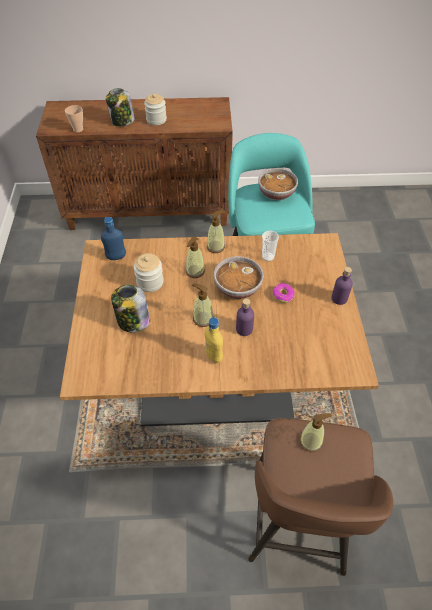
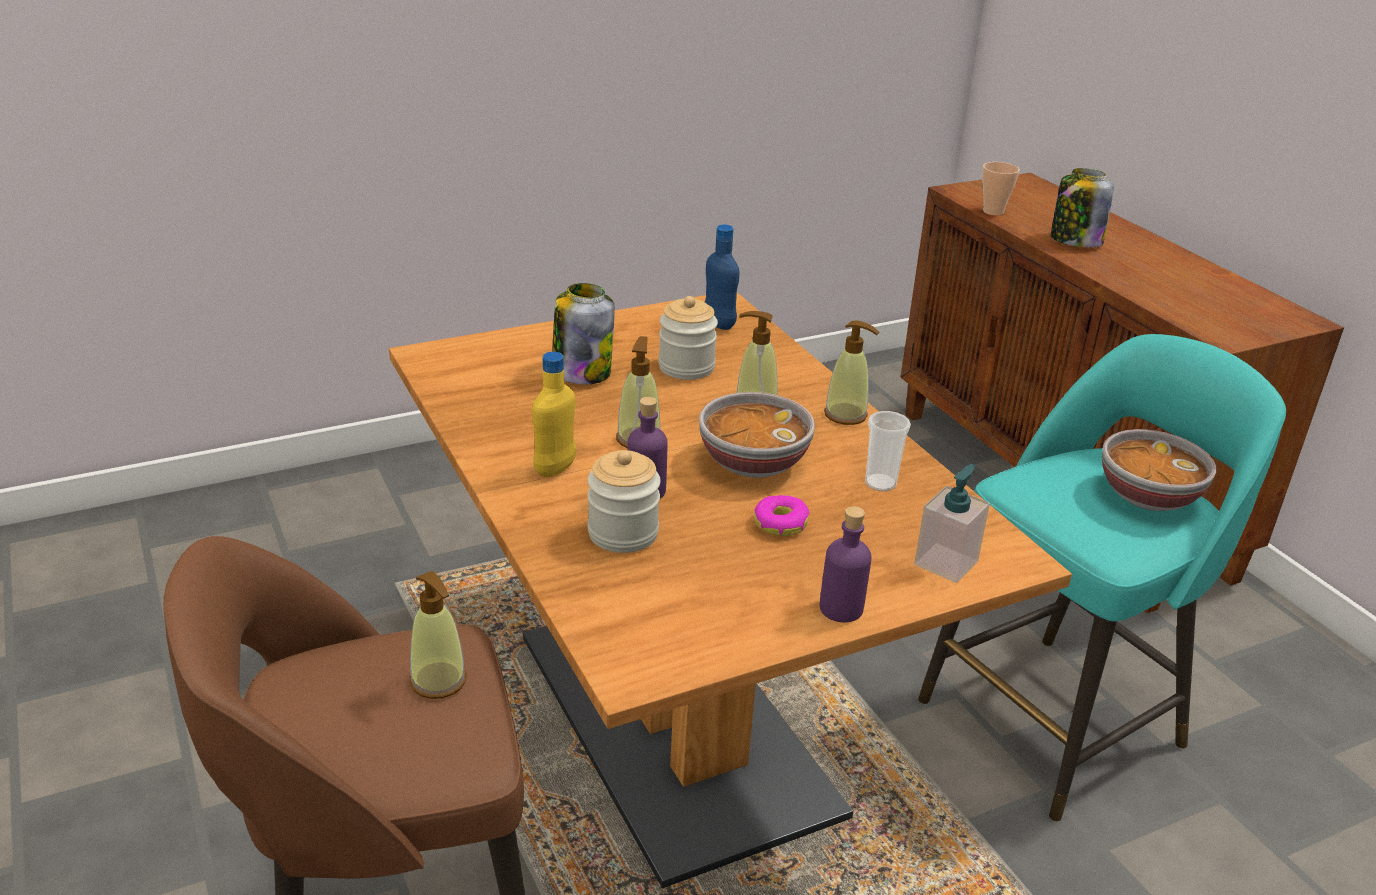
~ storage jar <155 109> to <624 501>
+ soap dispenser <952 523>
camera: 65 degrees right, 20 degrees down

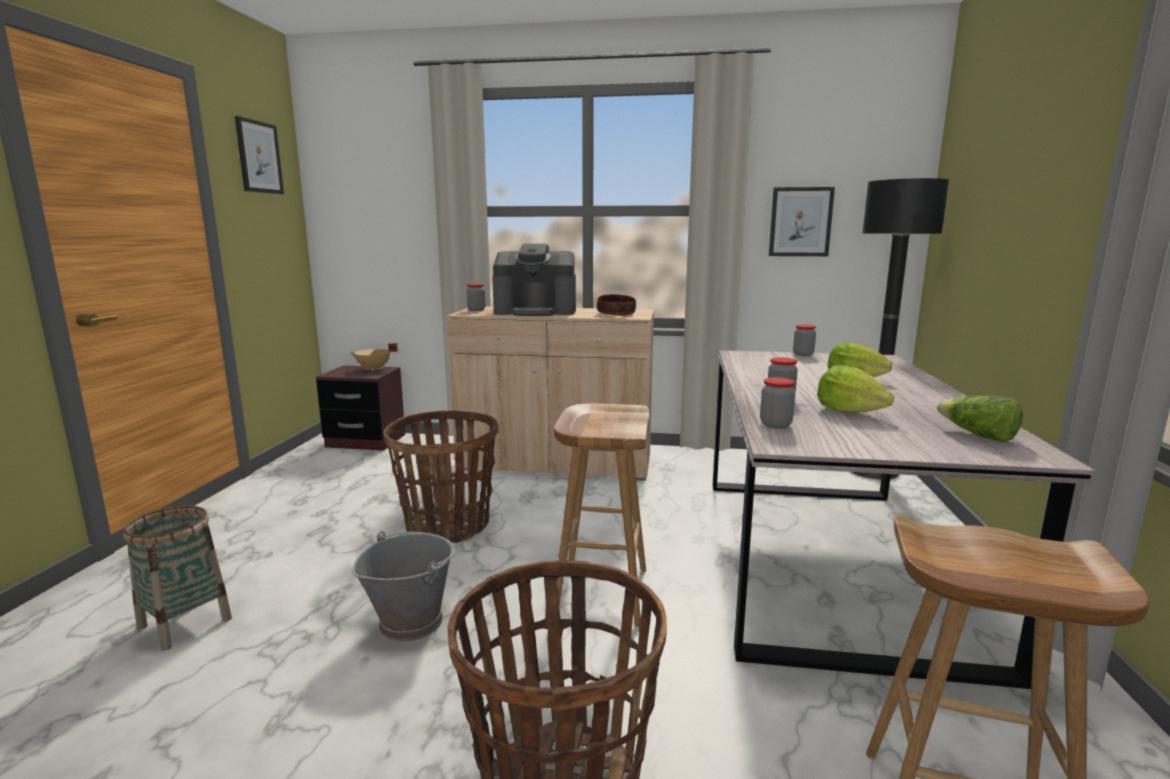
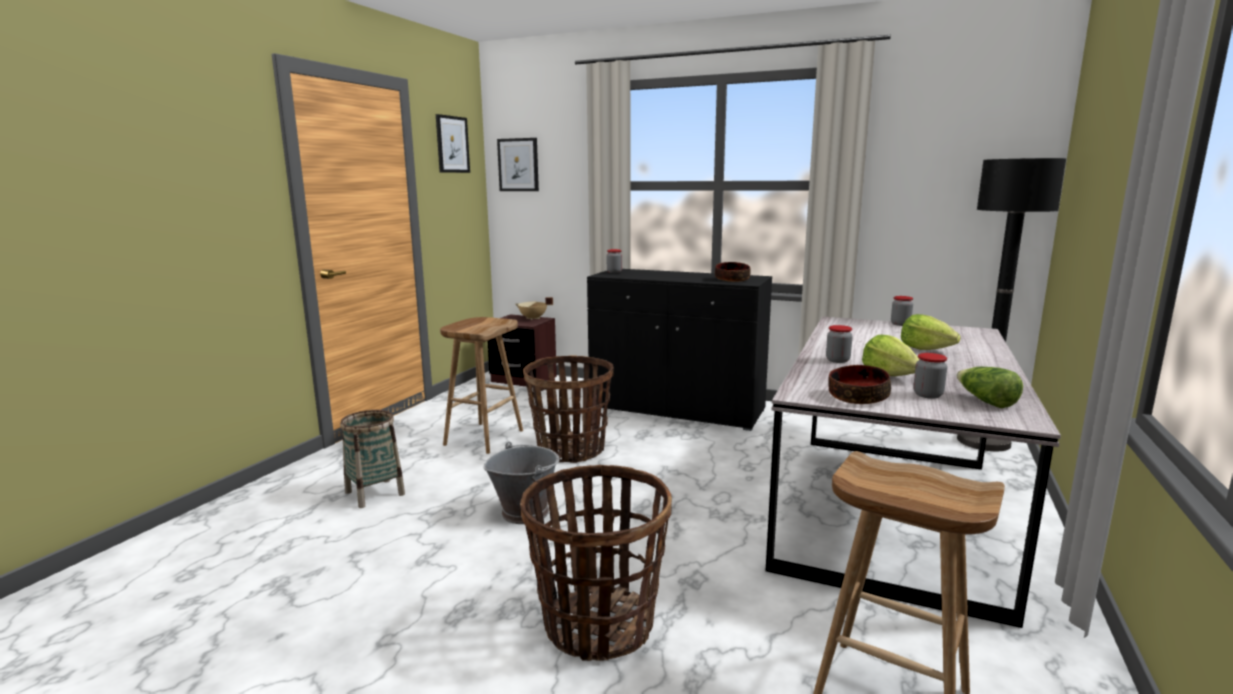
~ picture <802 221> to <518 164>
- coffee machine <534 279>
~ beige cabinet <550 393> to black cabinet <679 350>
~ storage jar <777 402> to <930 376>
~ brown-coloured sitting stool <602 515> to <481 385>
+ bowl <859 384>
camera: 15 degrees right, 0 degrees up

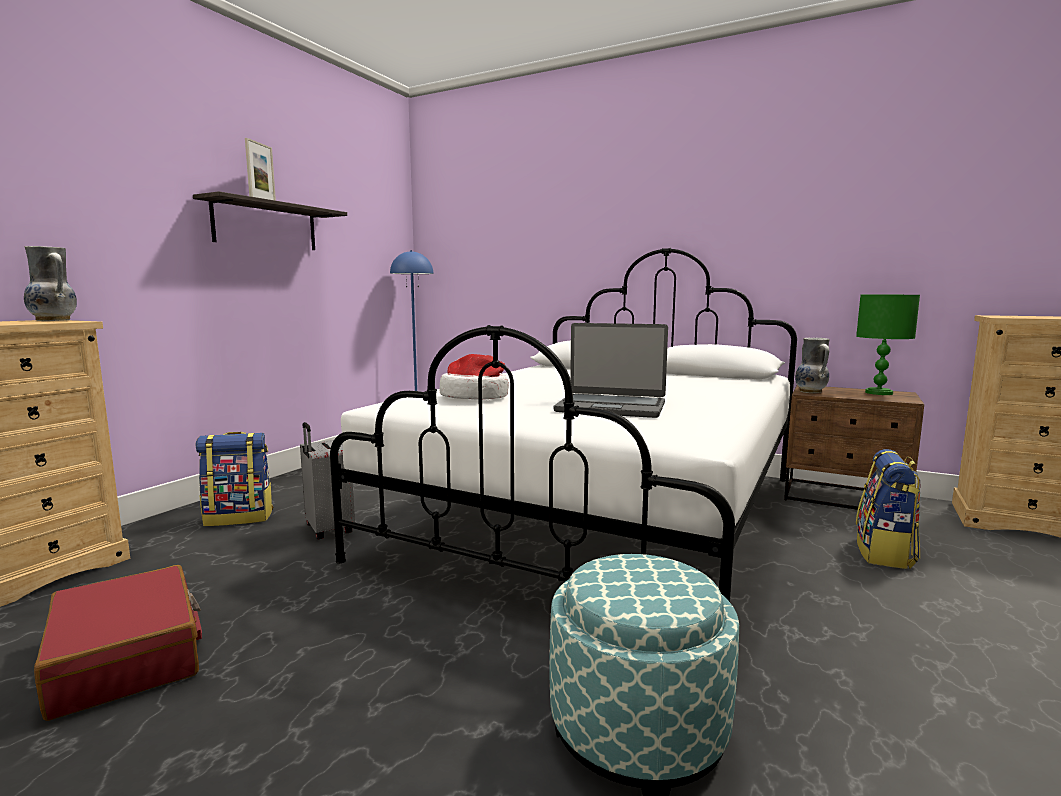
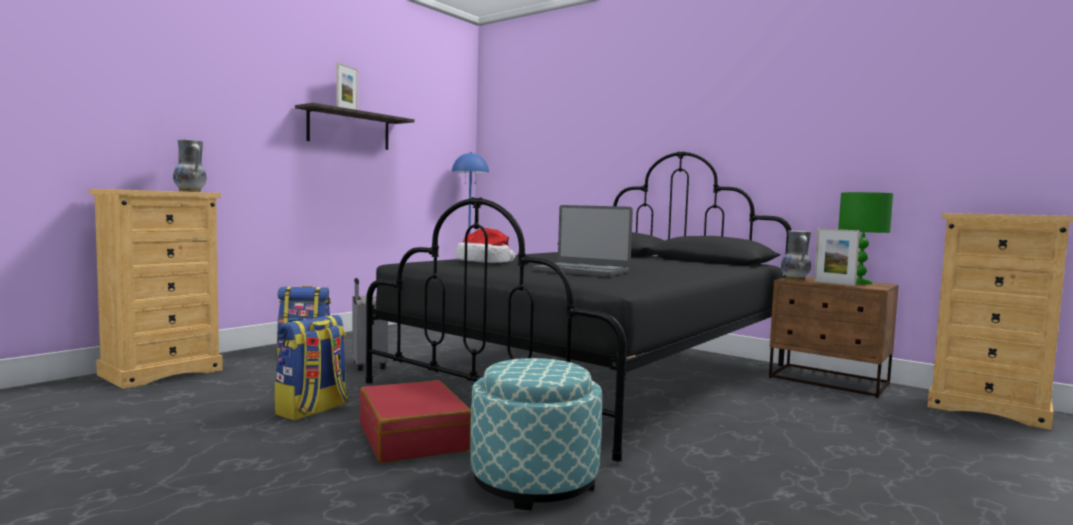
~ whitish bedroom bed <563 425> to black bedroom bed <578 306>
~ knapsack <888 509> to <311 367>
~ red-coloured suitcase <118 643> to <415 421>
+ photo frame <837 257>
camera: 10 degrees right, 5 degrees down

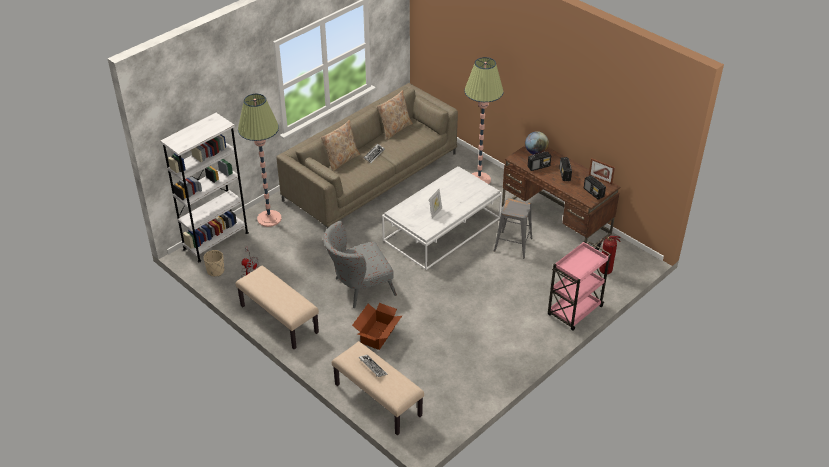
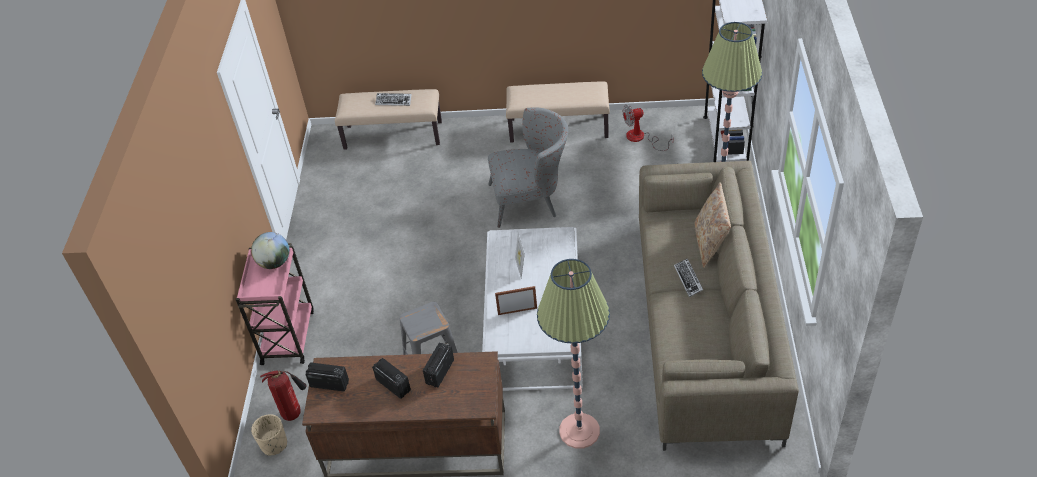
- beige cushion <395 115>
~ globe <537 143> to <270 250>
~ photo frame <602 171> to <516 300>
~ grey armchair <360 264> = <528 168> 60 degrees clockwise
~ beige flower pot <213 263> to <269 435>
- packing box <377 326>
camera: 140 degrees right, 5 degrees up

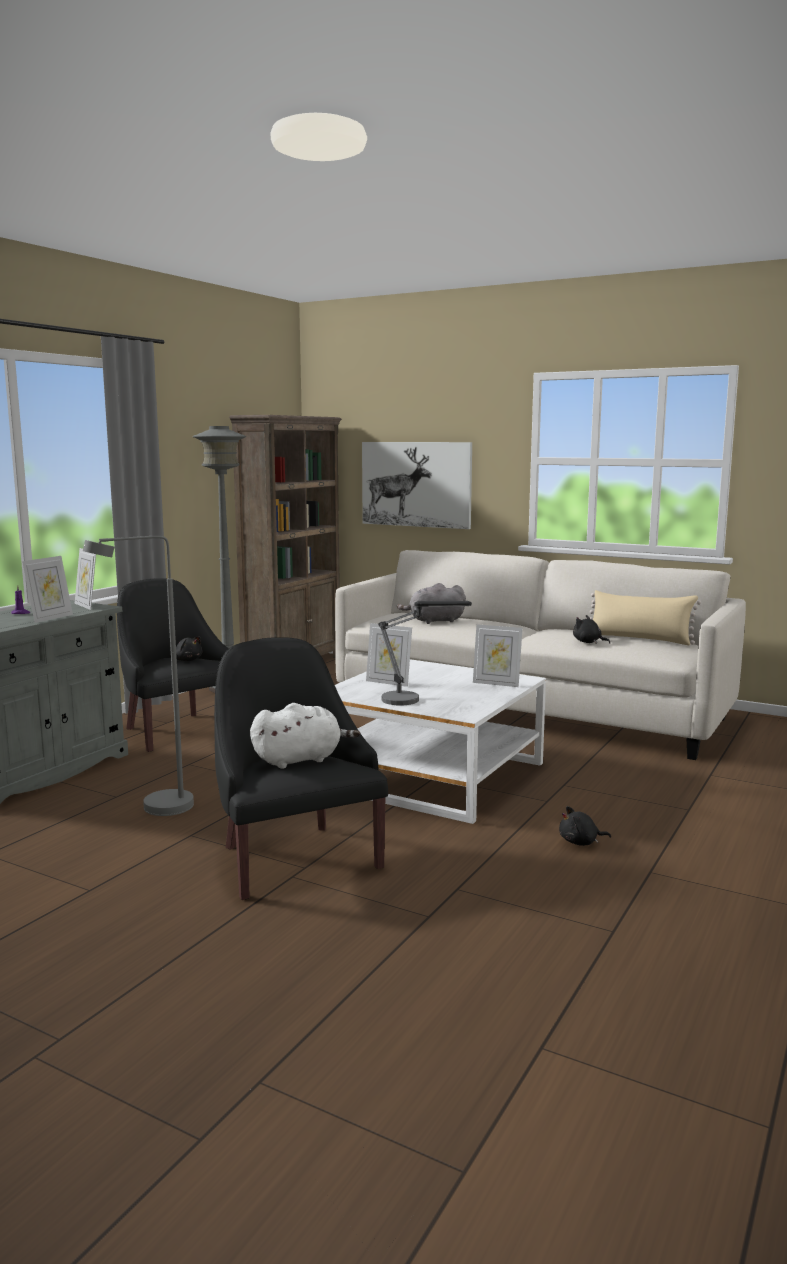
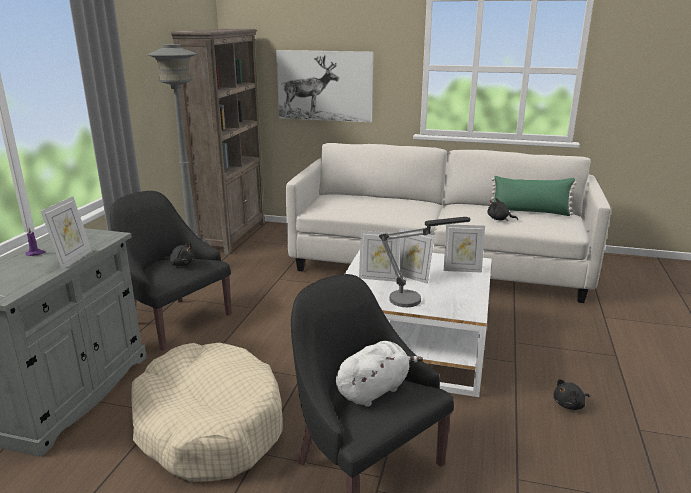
~ grey standard lamp <138 676> to beige pet bed <207 412>
~ photo frame <85 579> to <416 255>
- grey soft toy <431 603>
~ beige cushion <645 617> to greenish cushion <533 196>
camera: 15 degrees left, 10 degrees up

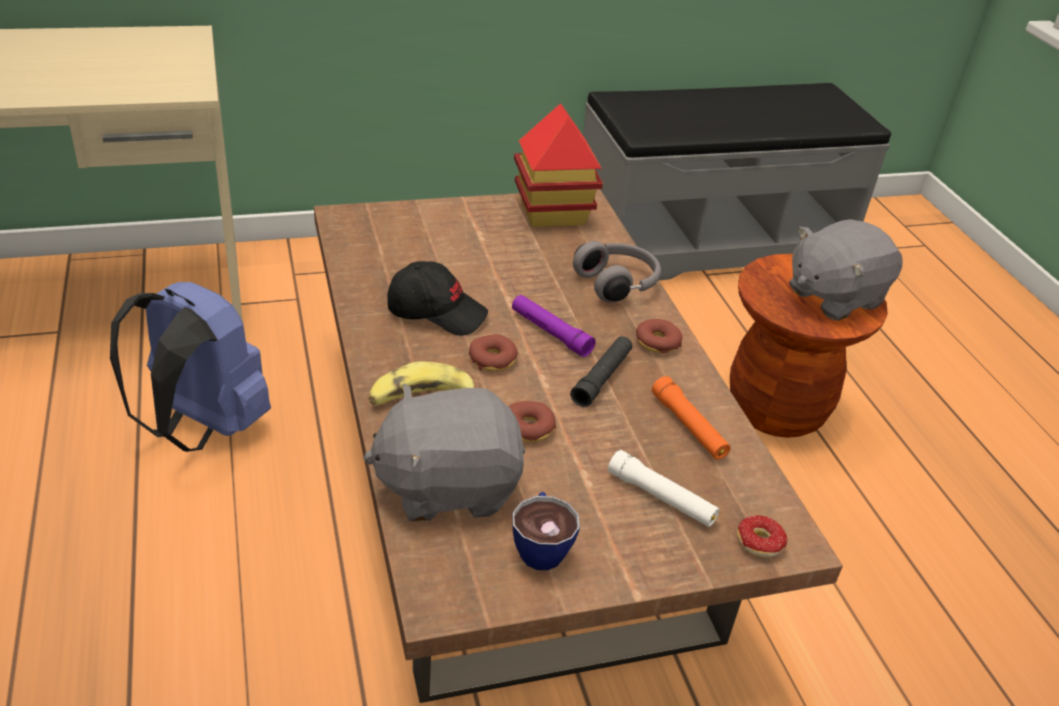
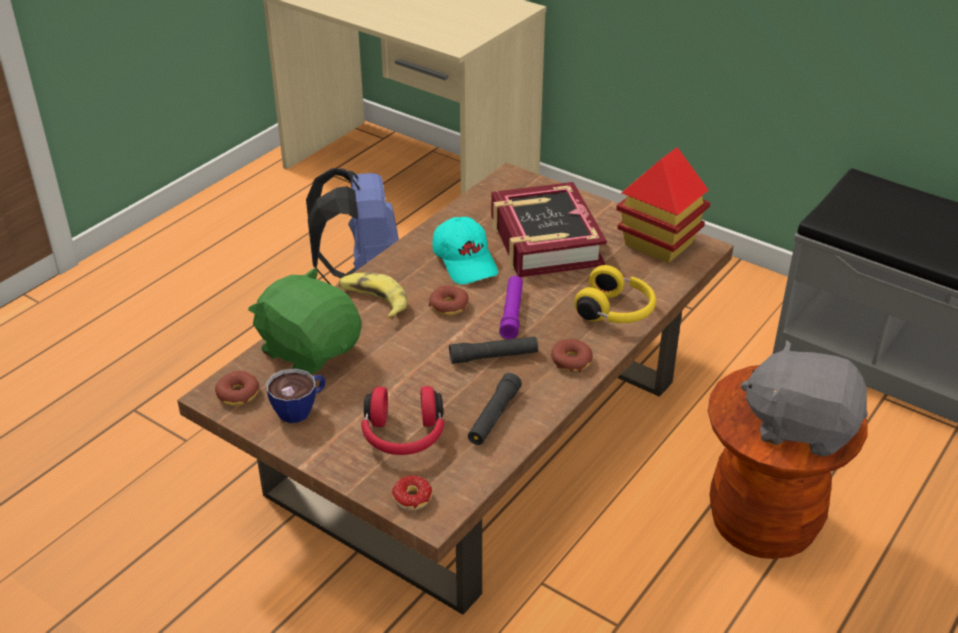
~ grey pair of headphones <617 272> to yellow pair of headphones <615 294>
~ black cap <438 298> to blue-green cap <465 250>
~ orange-coloured torch <691 418> to black torch <495 409>
~ grey soft toy <444 453> to greenish soft toy <304 320>
~ ring doughnut <532 422> to <237 388>
~ whitish torch <664 488> to red-coloured pair of headphones <402 420>
+ volume <549 229>
camera: 55 degrees right, 0 degrees up

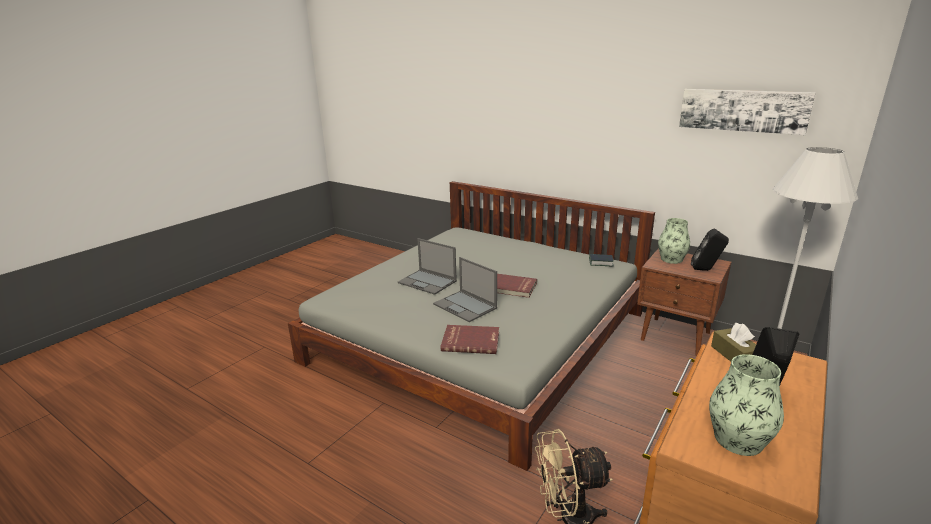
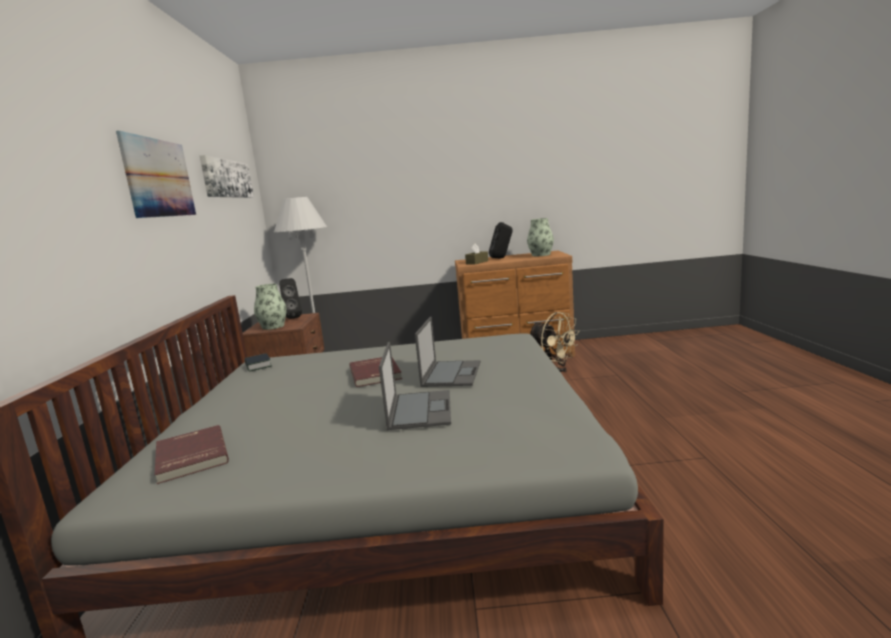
~ red-coloured volume <470 339> to <191 454>
+ picture <156 174>
camera: 125 degrees left, 10 degrees down

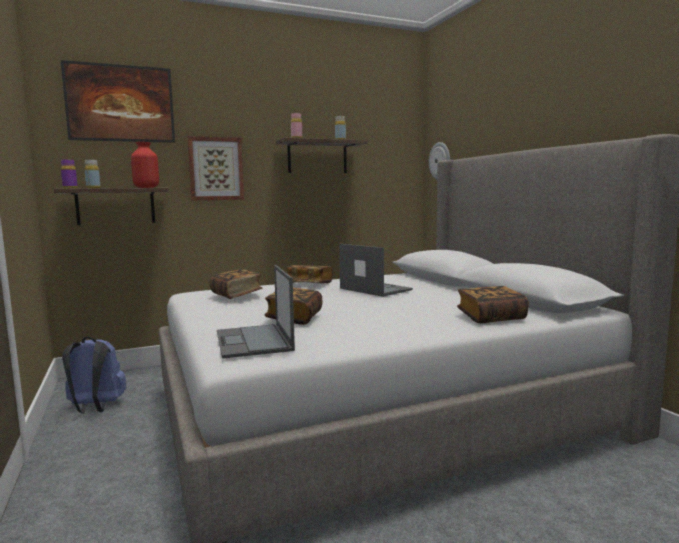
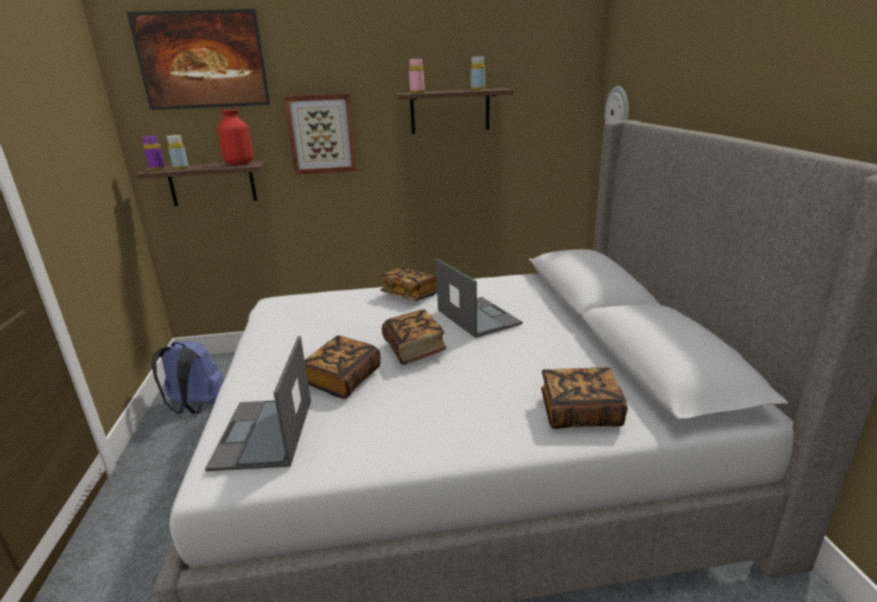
~ volume <236 284> to <414 337>
camera: 15 degrees right, 15 degrees up

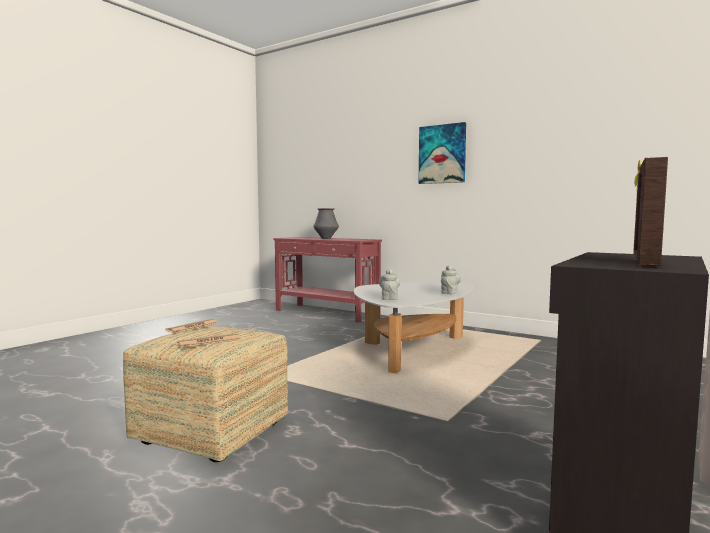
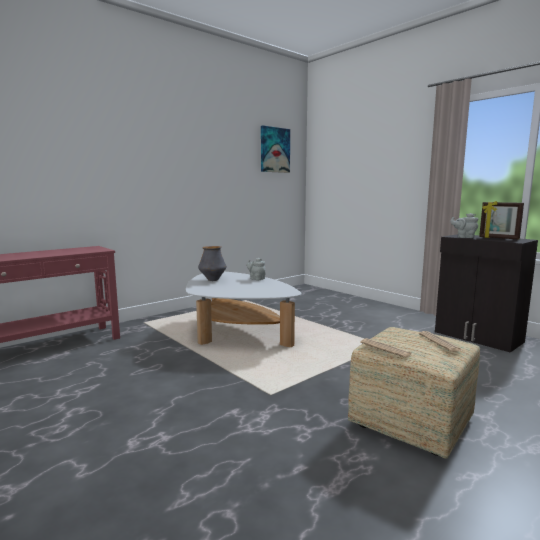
~ picture <442 153> to <275 149>
~ flower vase <326 223> to <212 263>
~ grey pot for tea <389 284> to <464 225>
camera: 75 degrees left, 5 degrees up

